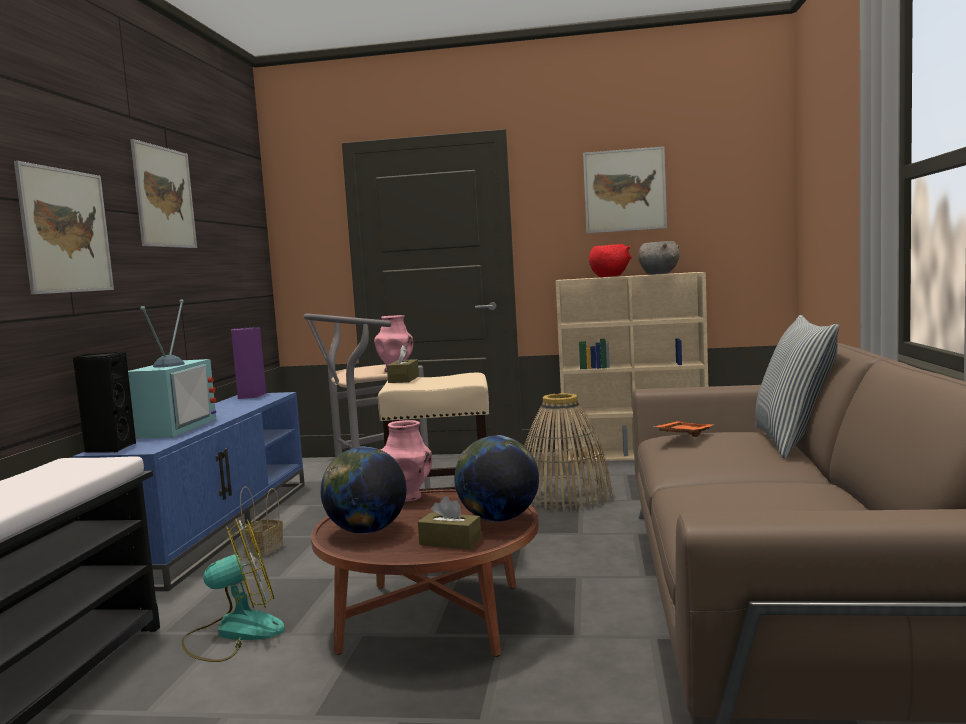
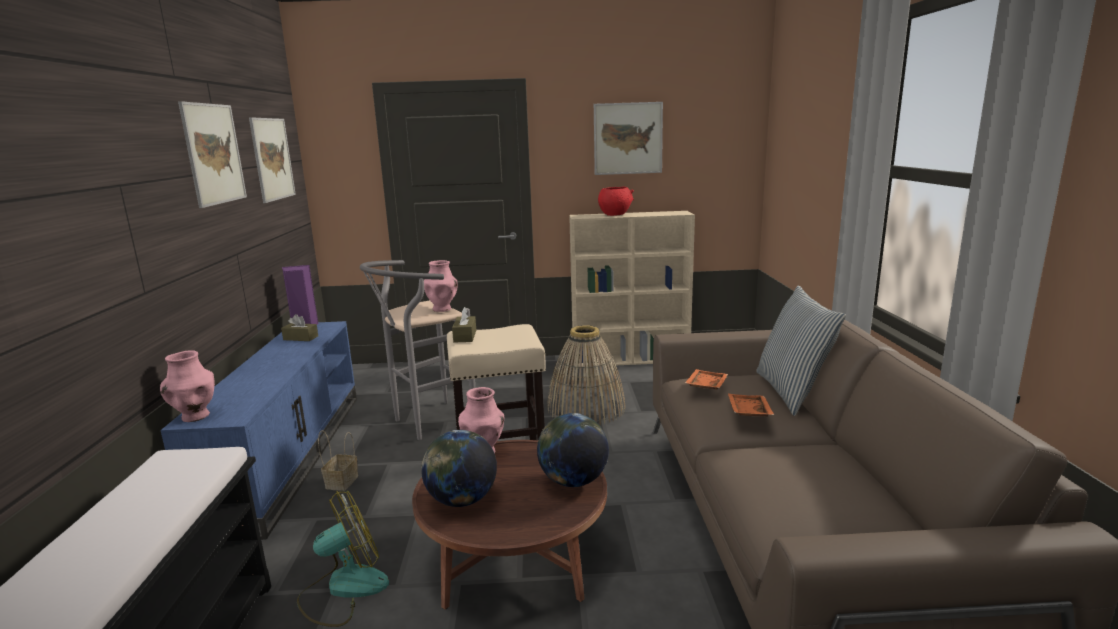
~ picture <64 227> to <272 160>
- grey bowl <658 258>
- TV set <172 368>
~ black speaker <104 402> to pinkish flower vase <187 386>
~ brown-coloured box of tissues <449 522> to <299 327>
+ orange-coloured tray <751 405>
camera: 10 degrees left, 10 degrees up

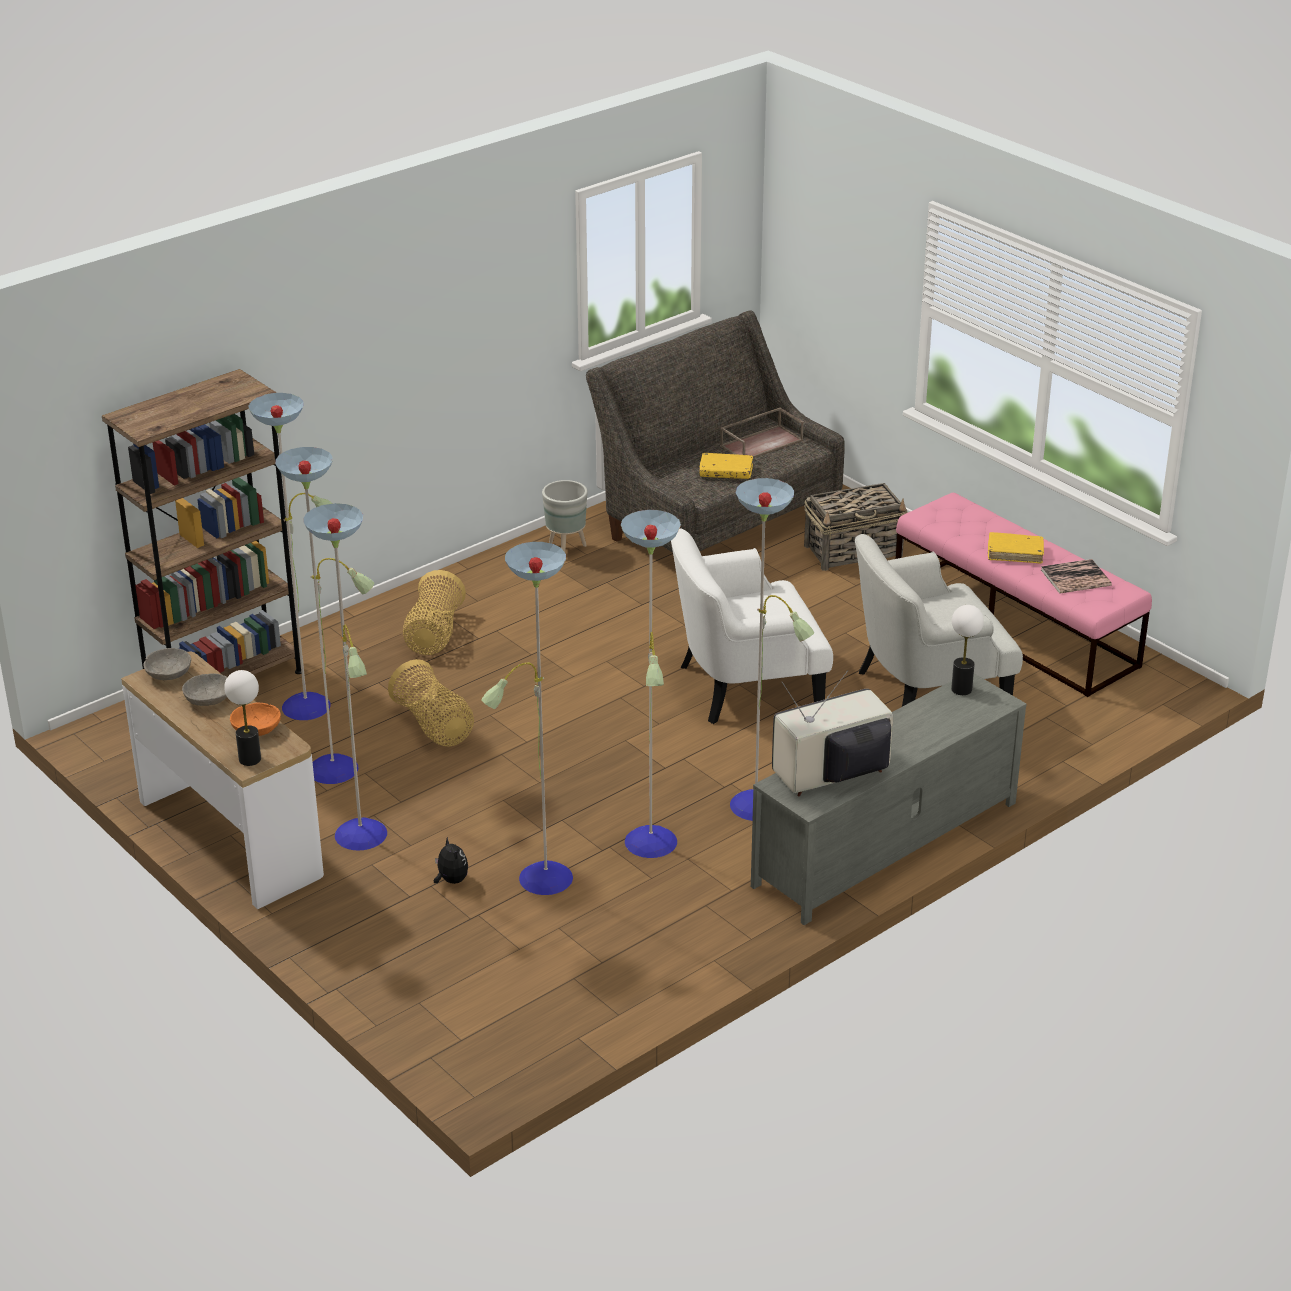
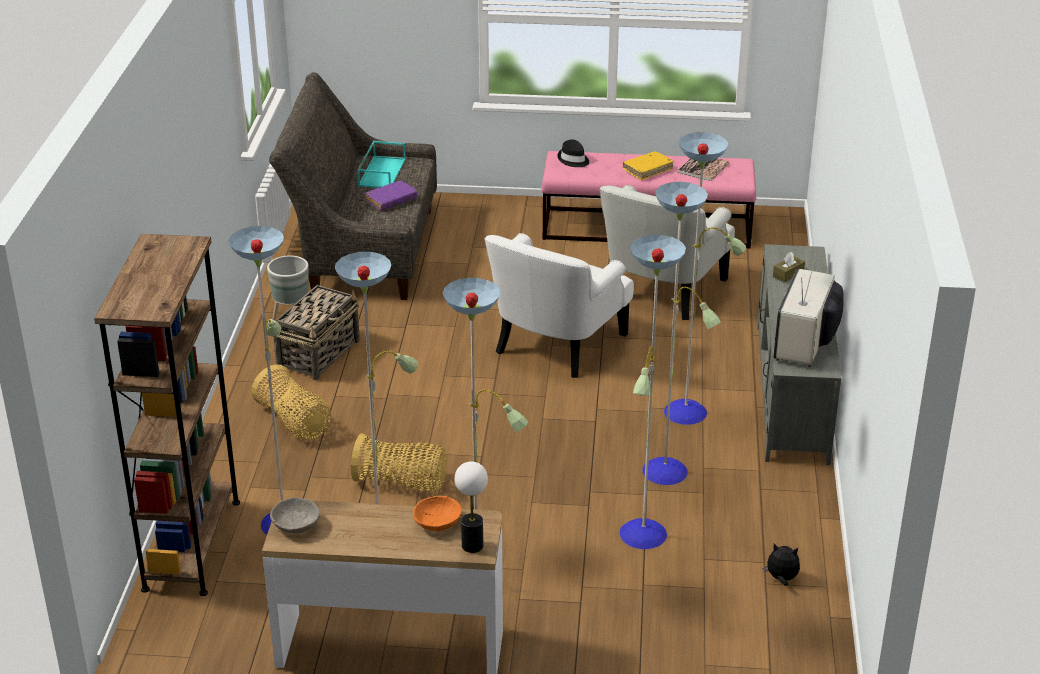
~ brown-coloured tray <762 432> to blue-green tray <381 164>
~ yellow volume <726 466> to purple-coloured volume <391 195>
~ basket <856 527> to <316 332>
- lamp for a table <967 650>
- grey bowl <204 689>
~ soft toy <451 860> to <781 564>
+ black hat <573 153>
+ brown-coloured box of tissues <789 267>
camera: 45 degrees left, 0 degrees up

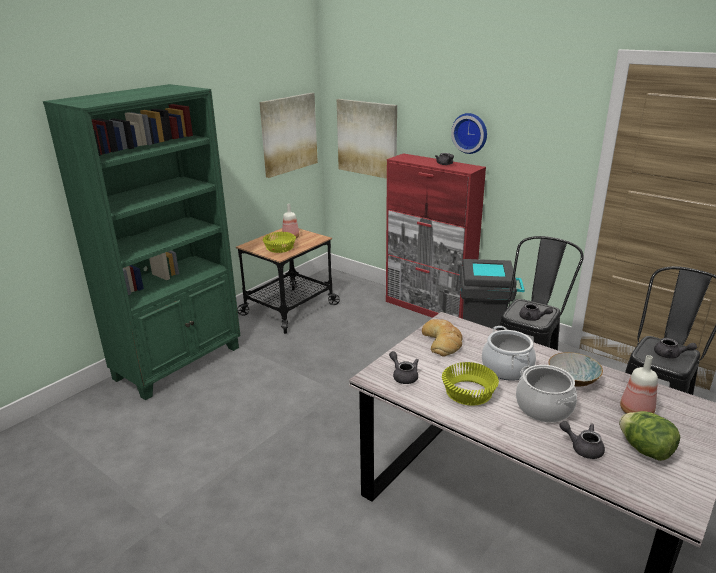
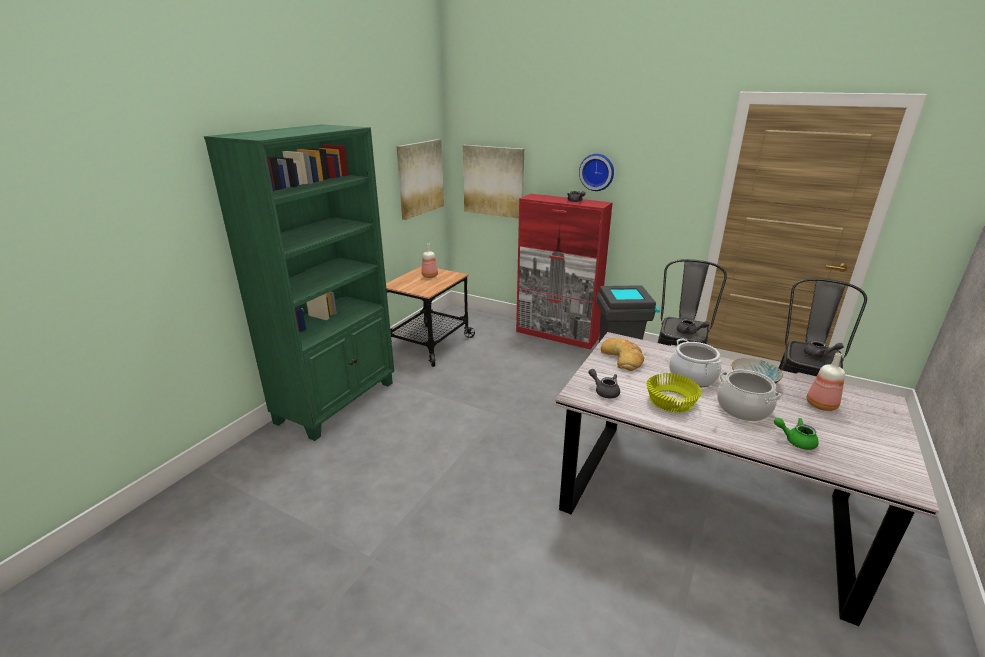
- yellow bowl <279 242>
- lettuce <649 436>
~ grey pot for tea <582 440> to greenish pot for tea <796 434>
camera: 10 degrees left, 0 degrees up

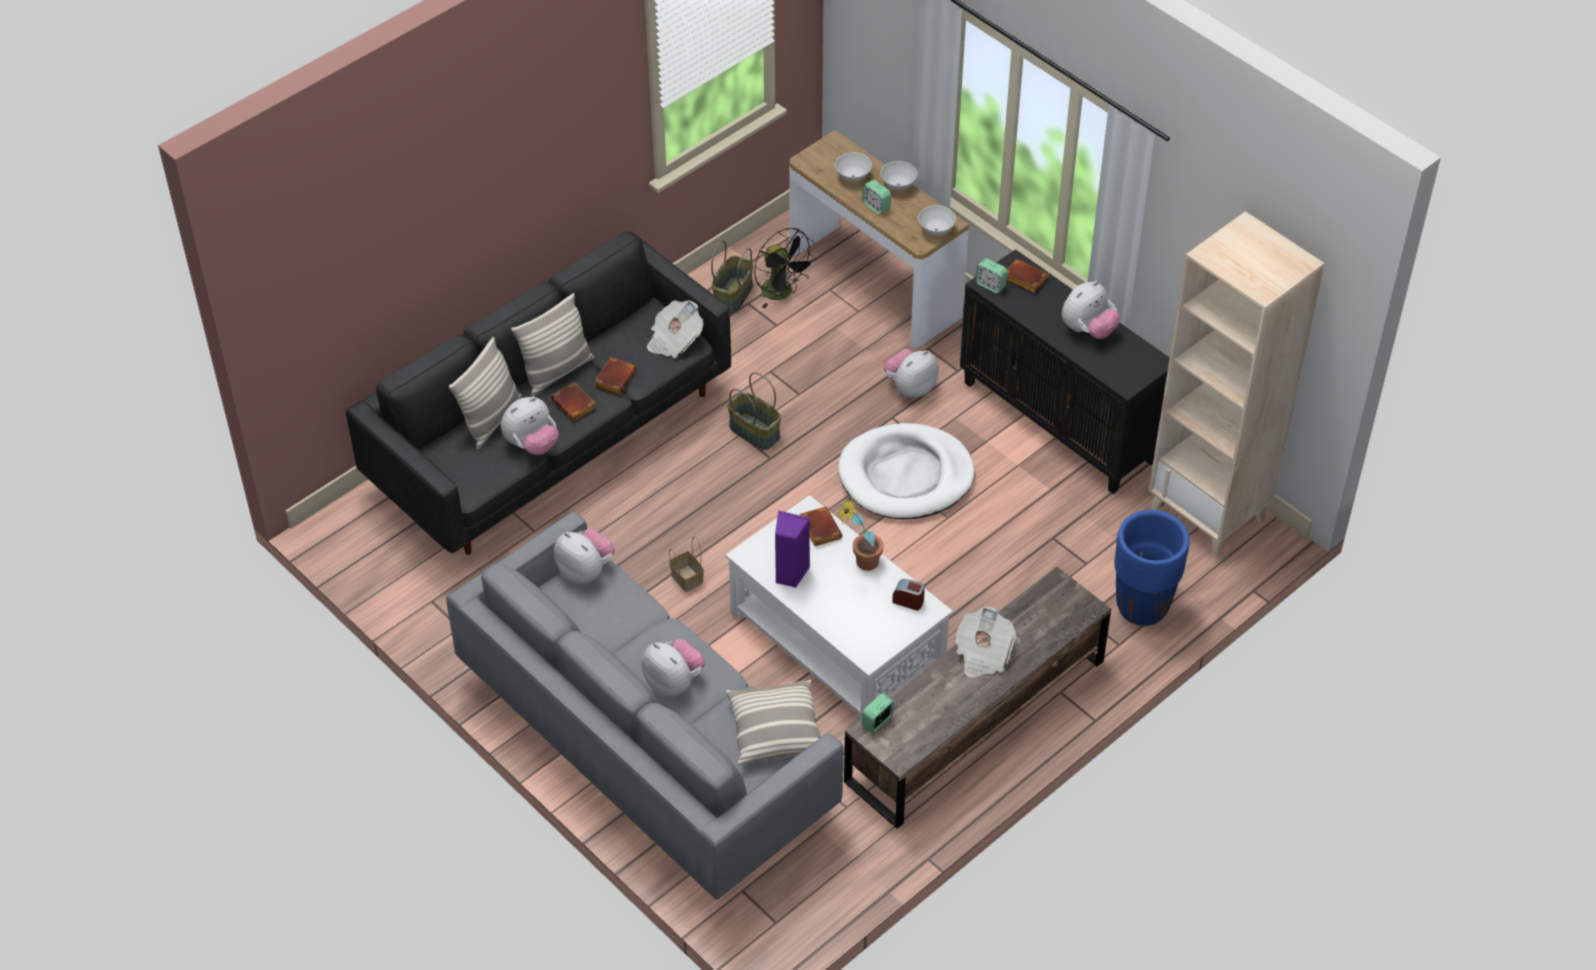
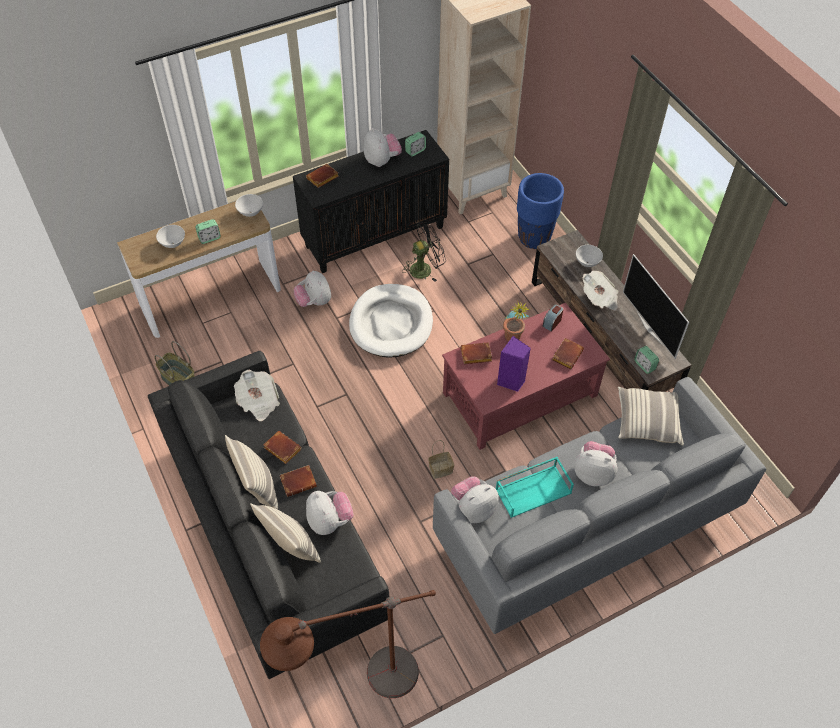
~ whitish bowl <899 176> to <589 256>
~ black electric fan <785 268> to <425 251>
~ alarm clock <991 275> to <415 144>
- basket <754 411>
~ whitish coffee table <839 607> to red-coloured coffee table <526 376>
~ soft toy <673 668> = <596 463> 45 degrees clockwise
+ TV set <656 306>
+ brown-coloured volume <568 353>
+ blue-green tray <535 487>
+ brown-coloured standard lamp <348 644>
camera: 75 degrees left, 5 degrees up

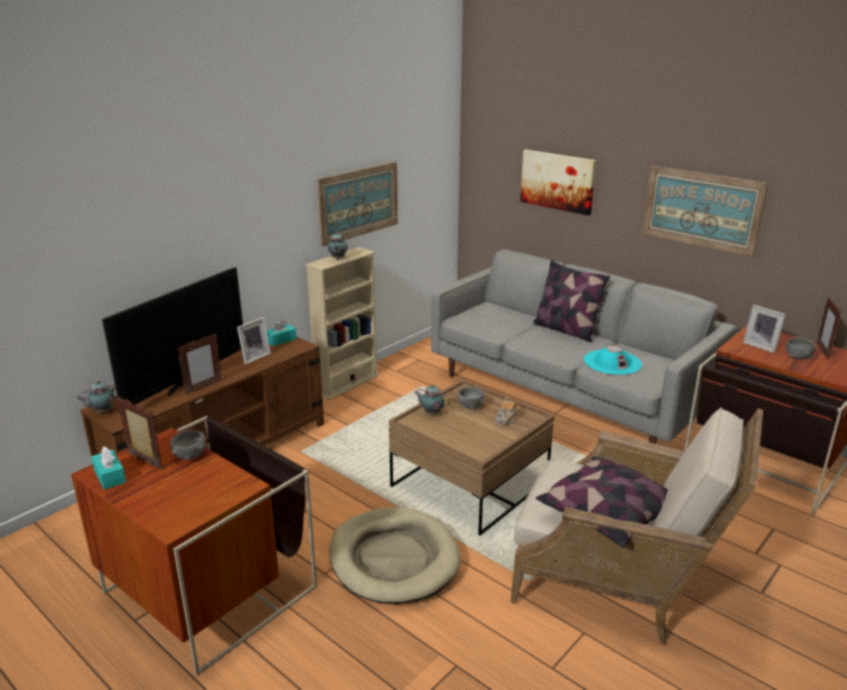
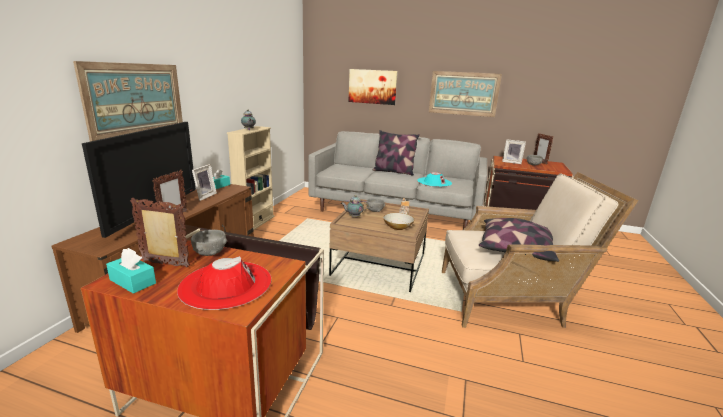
~ picture <357 204> to <128 101>
- pot for tea <96 396>
- beige pet bed <395 555>
+ bowl <399 221>
+ red-coloured hat <224 283>
camera: 25 degrees left, 5 degrees down

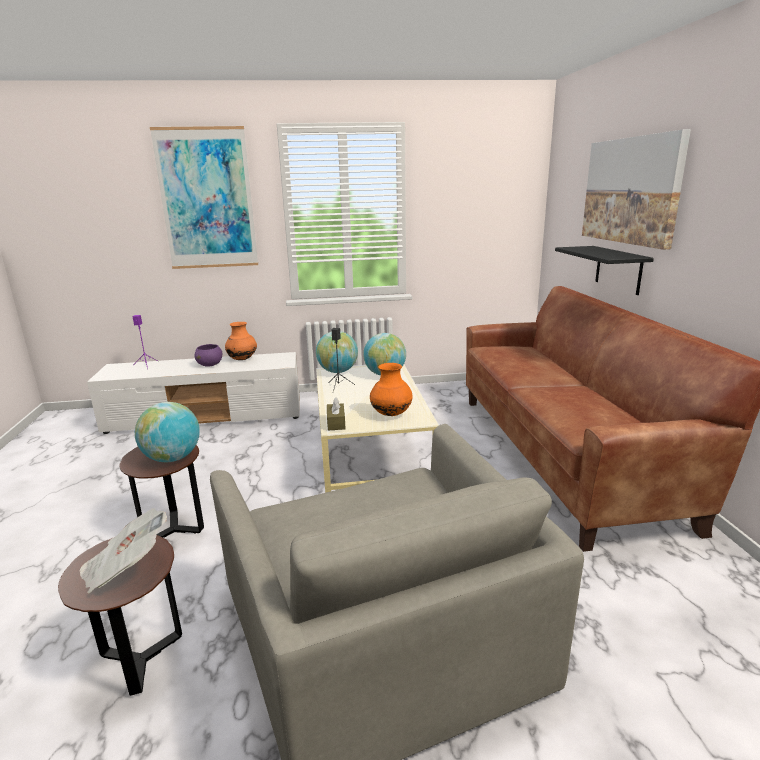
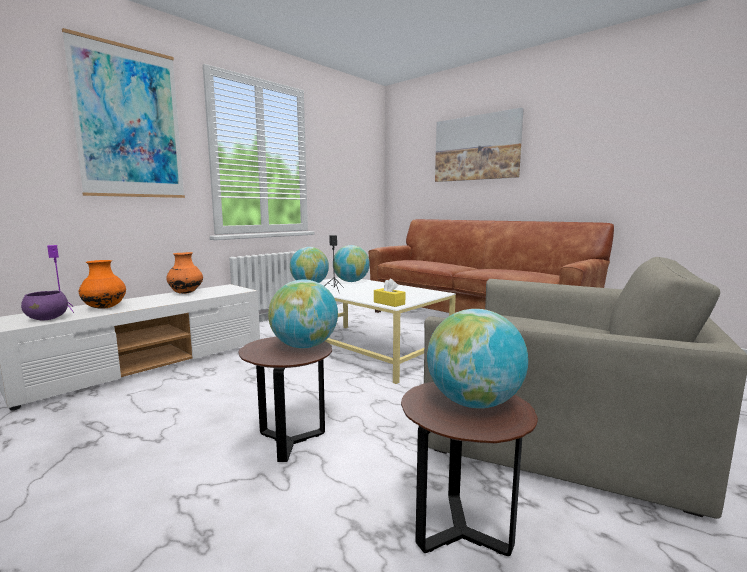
- black shelf <604 270>
~ purple-coloured bowl <208 355> to <44 305>
~ orange-coloured flower vase <391 389> to <102 284>
~ brown-coloured box of tissues <336 414> to yellow box of tissues <389 293>
~ printed paper <123 551> to globe <477 359>
camera: 40 degrees left, 10 degrees down

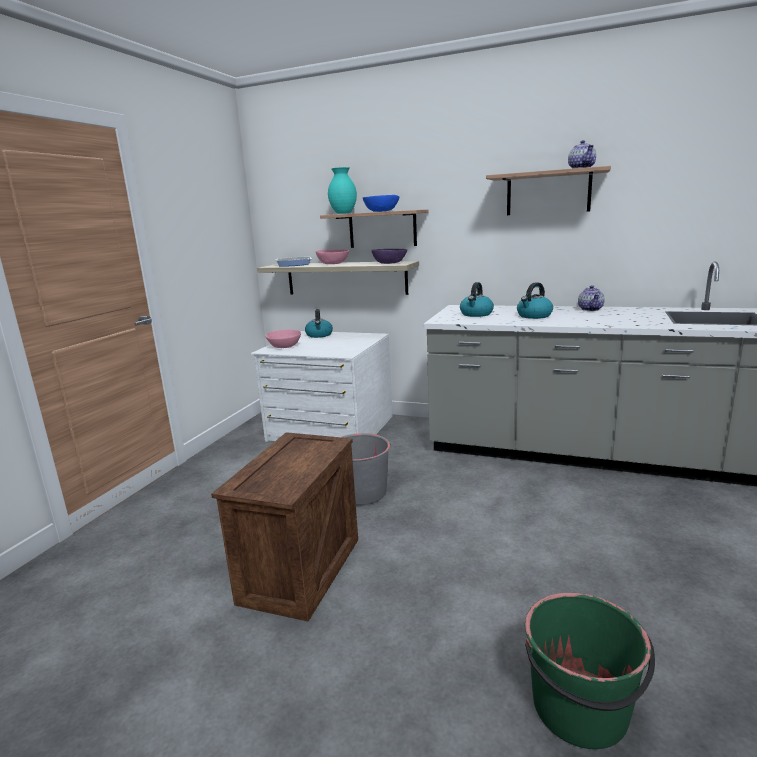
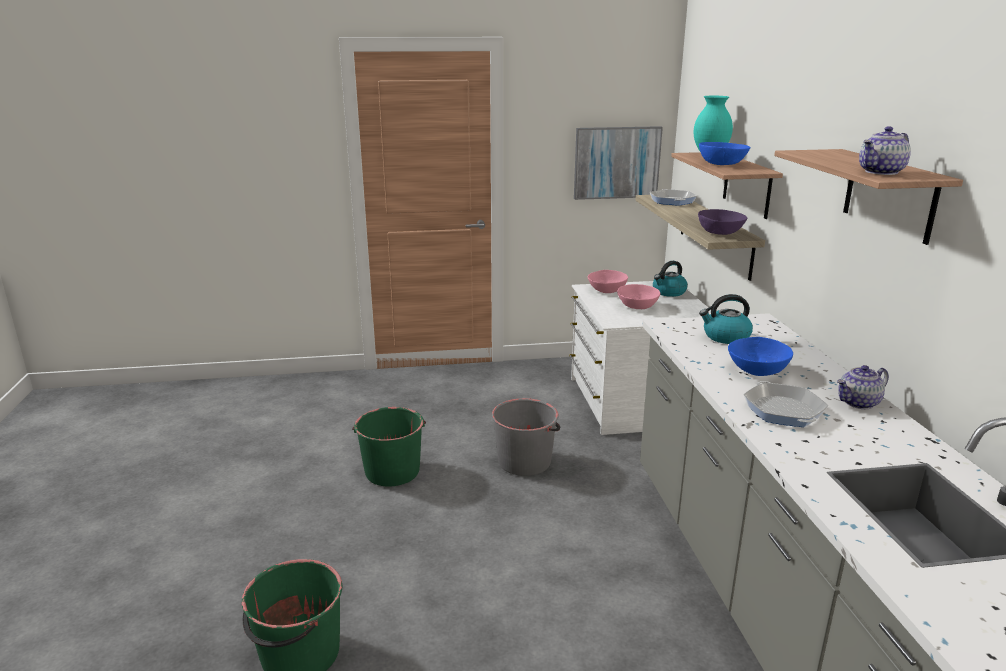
~ pinkish bowl <332 256> to <638 296>
~ tea kettle <535 301> to blue-coloured bowl <760 356>
~ packing crate <284 526> to greenish water bucket <389 447>
+ picture <618 163>
+ pan <786 404>
camera: 60 degrees right, 5 degrees up

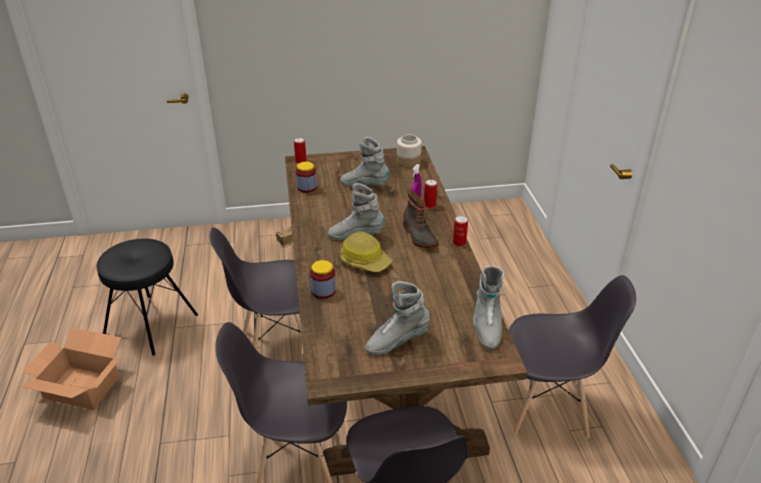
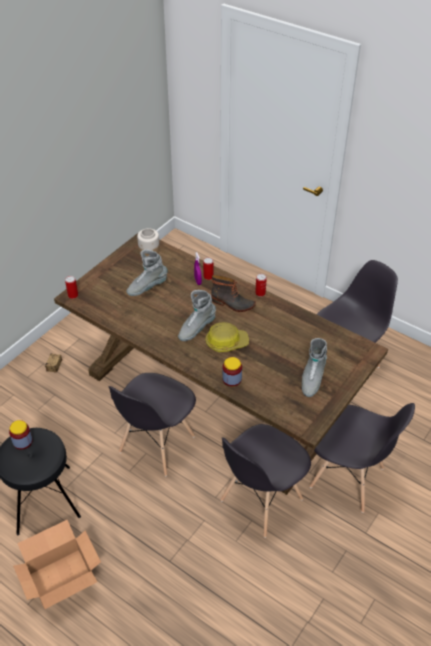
~ storage jar <306 177> to <21 434>
- grey boot <488 308>
camera: 45 degrees left, 10 degrees up

